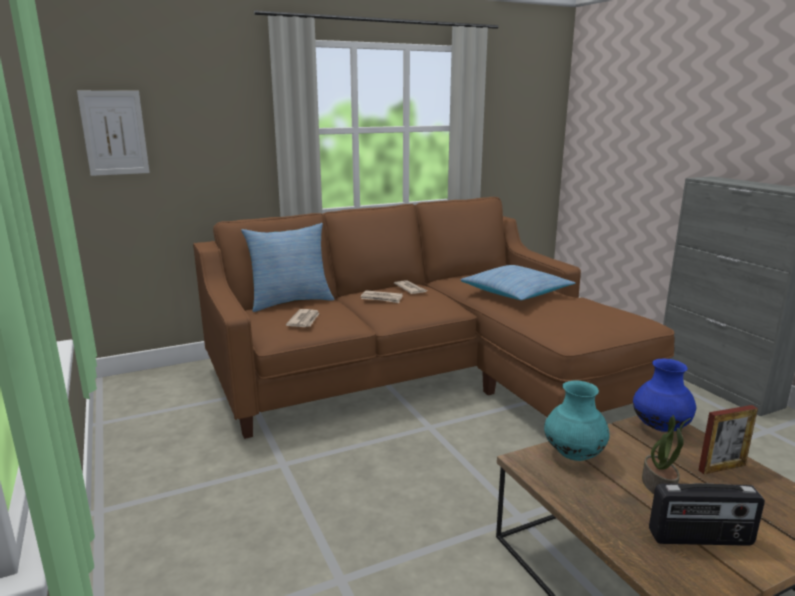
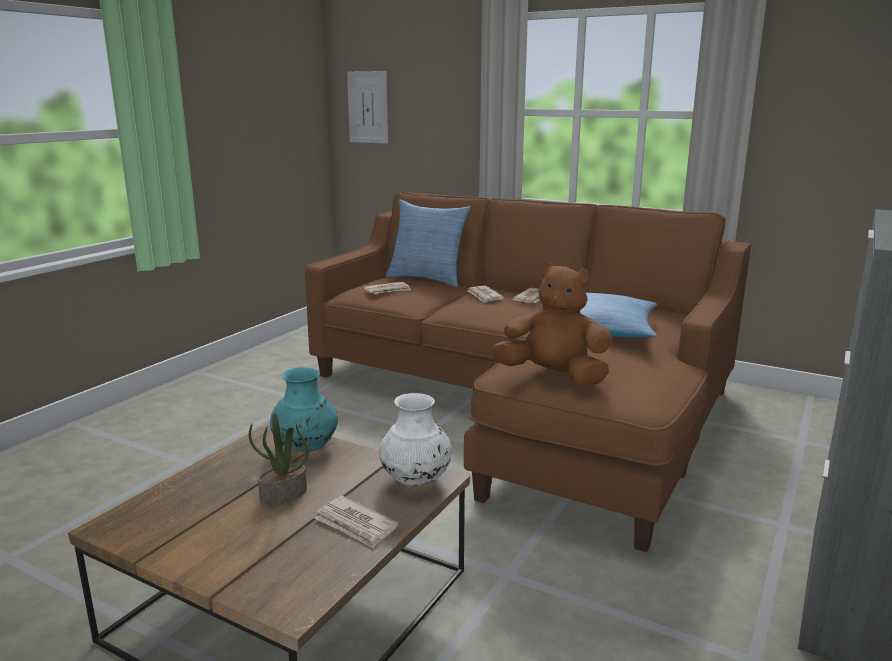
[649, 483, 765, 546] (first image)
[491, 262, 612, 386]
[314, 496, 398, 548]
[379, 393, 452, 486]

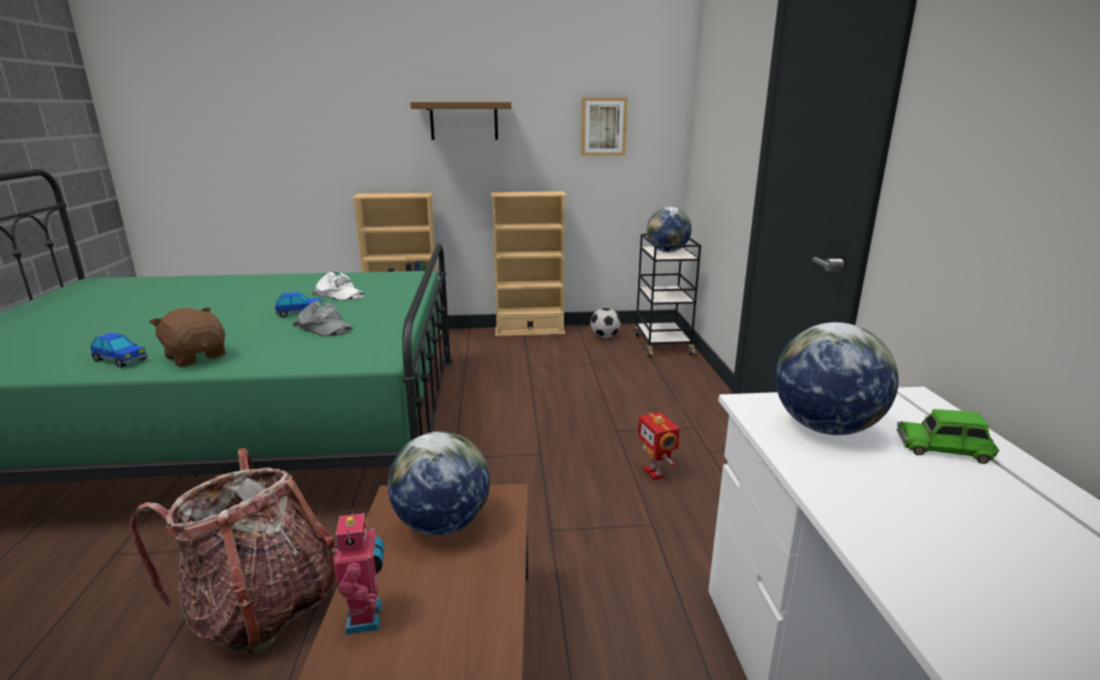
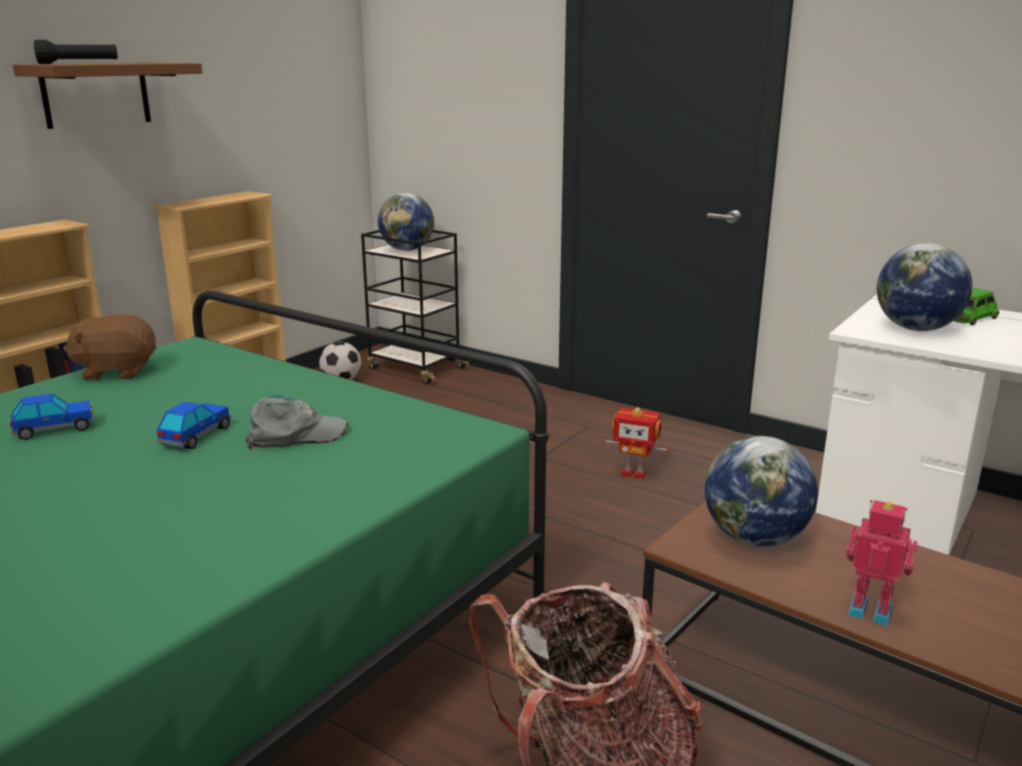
[311, 272, 365, 301] (first image)
[581, 98, 628, 156] (first image)
[34, 40, 118, 64]
[10, 393, 95, 440]
[63, 315, 156, 380]

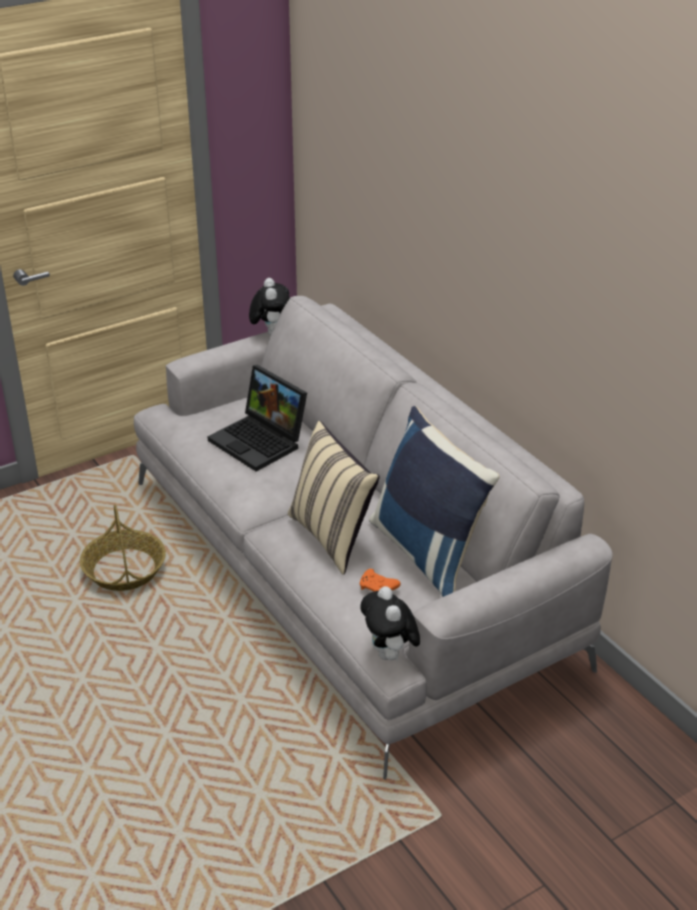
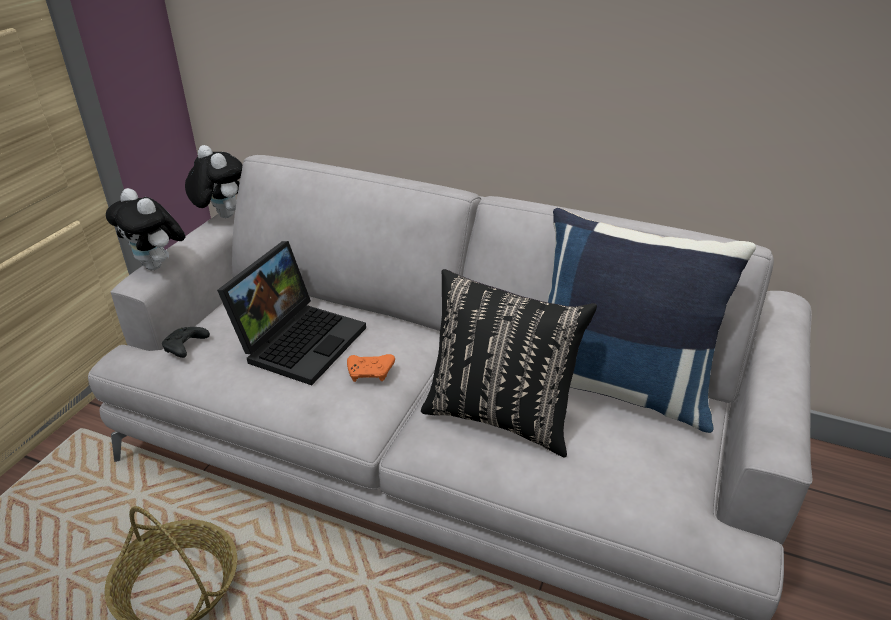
[162, 327, 210, 358]
[347, 354, 395, 382]
[106, 188, 185, 270]
[421, 269, 597, 458]
[217, 241, 366, 385]

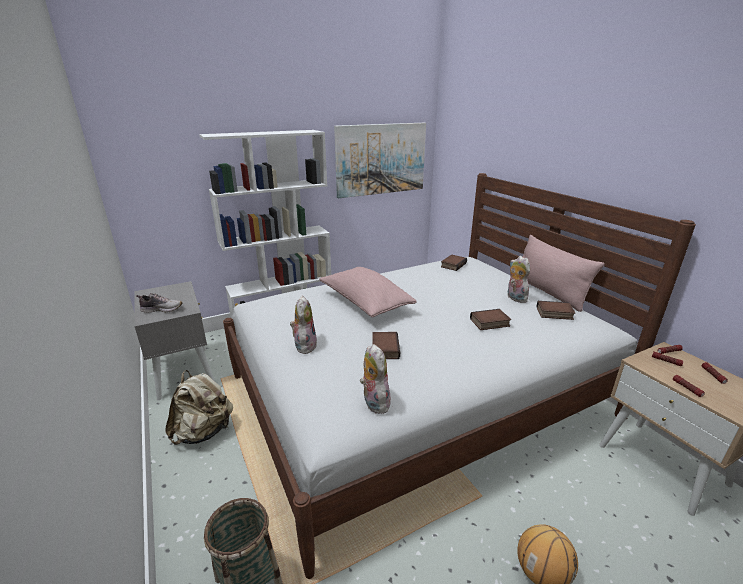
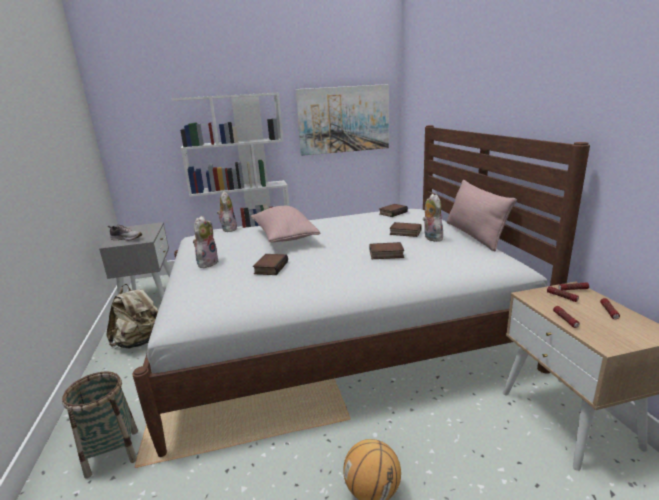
[217, 191, 238, 232]
[389, 222, 422, 237]

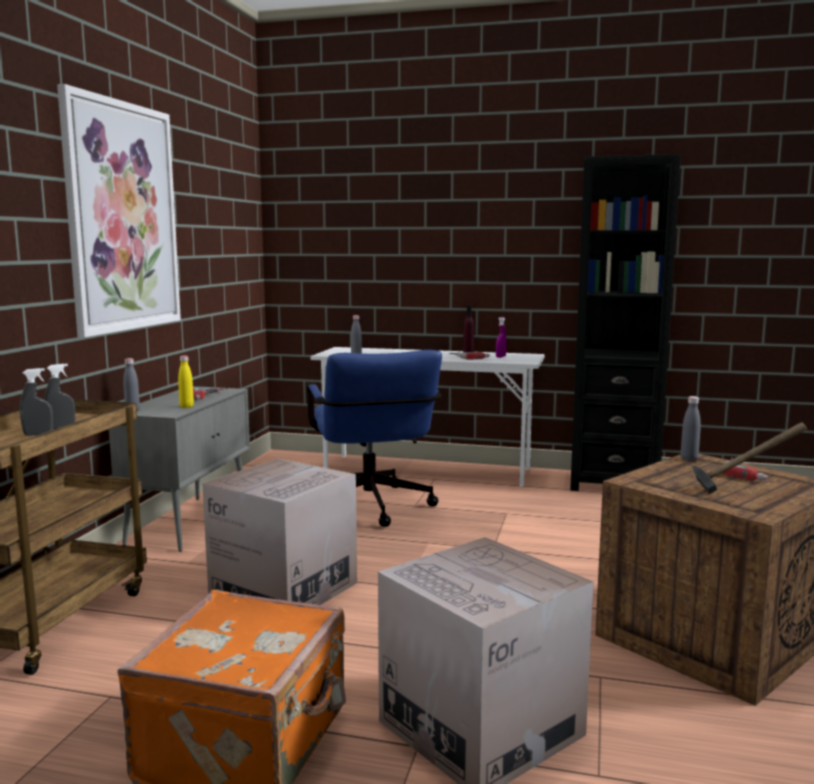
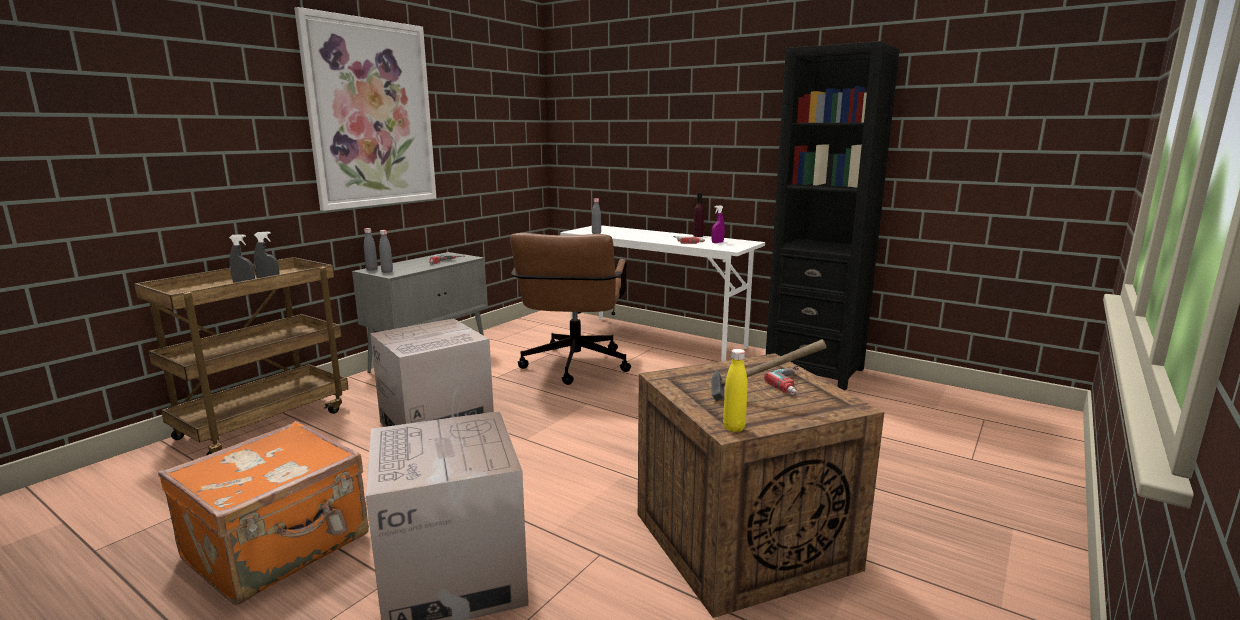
[723, 349, 748, 432]
[379, 230, 393, 273]
[510, 233, 631, 385]

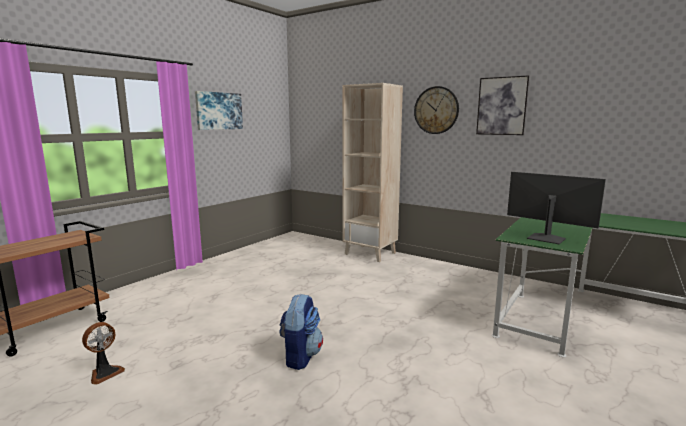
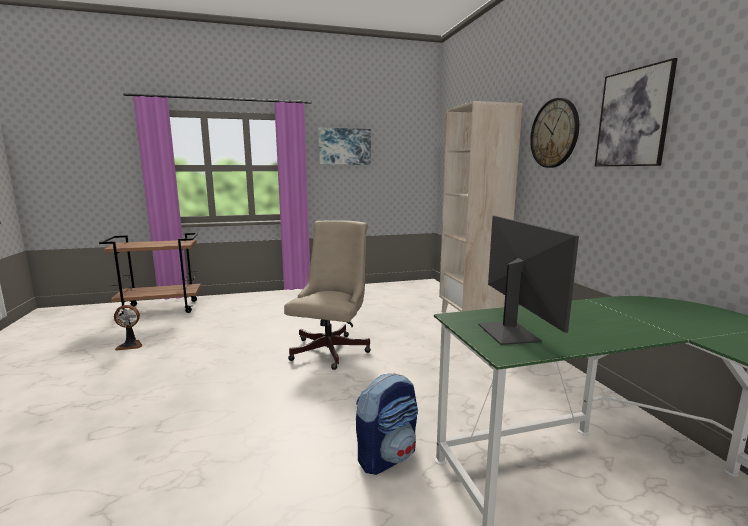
[284, 220, 371, 370]
[356, 373, 418, 475]

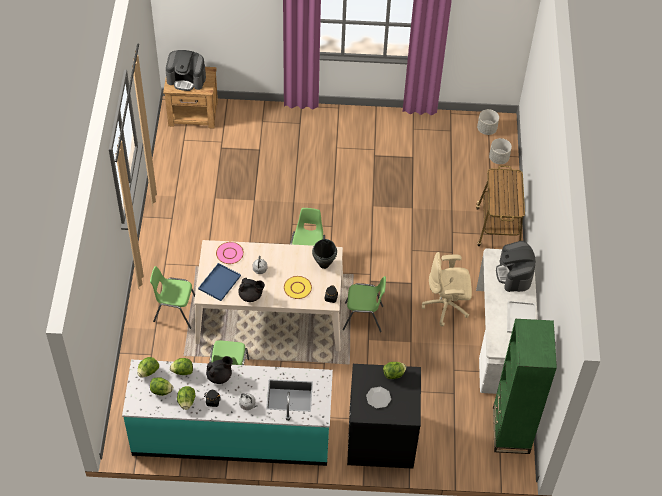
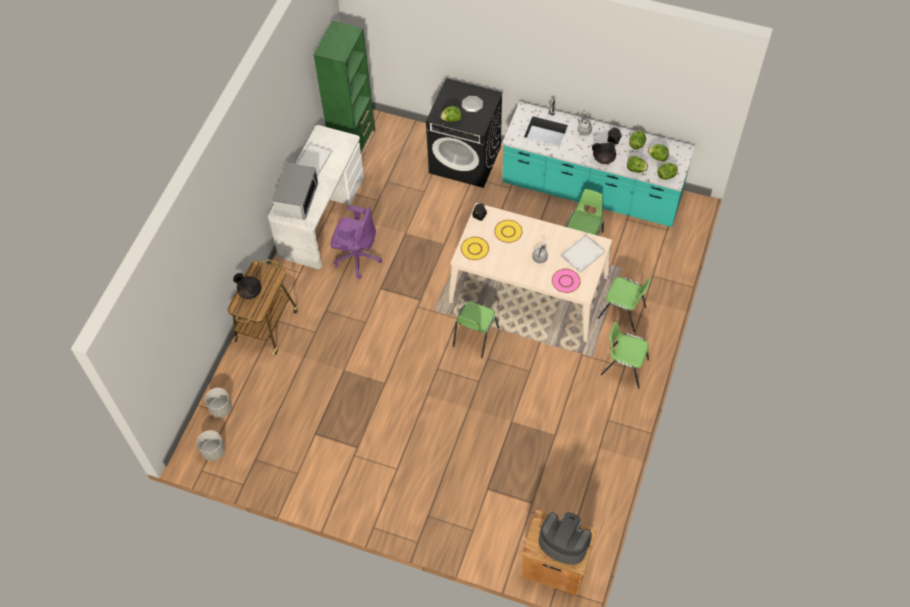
[233, 273, 261, 299]
[601, 322, 649, 389]
[461, 237, 489, 260]
[272, 163, 318, 220]
[561, 234, 606, 273]
[331, 205, 382, 279]

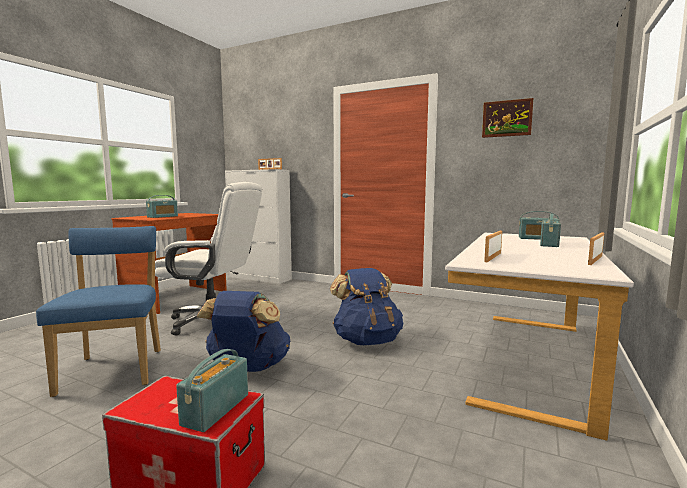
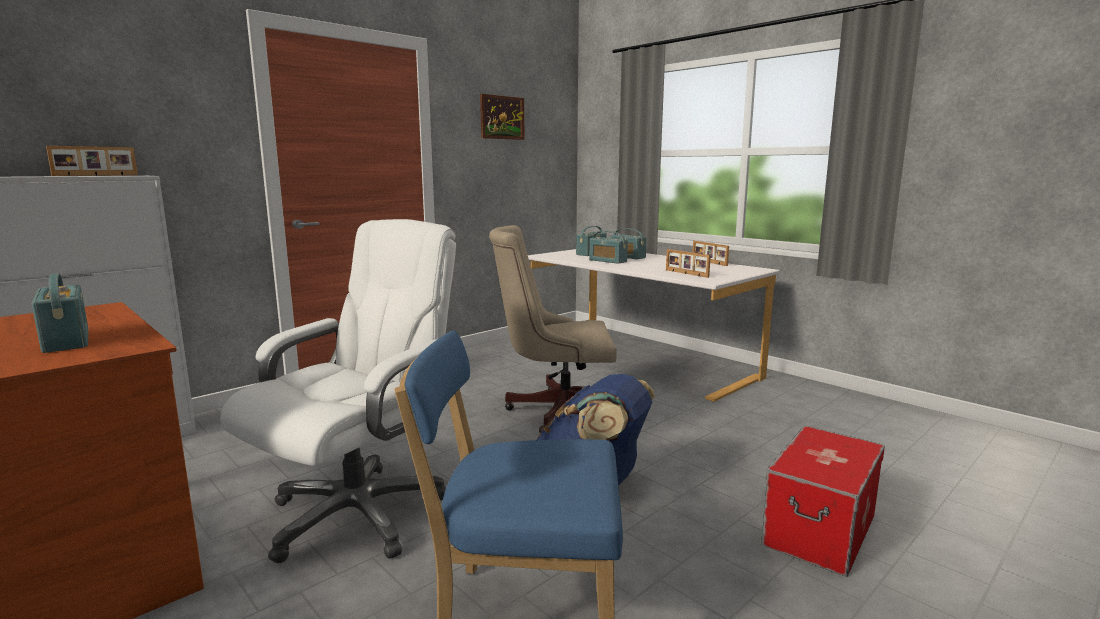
[589, 231, 628, 264]
[489, 225, 617, 433]

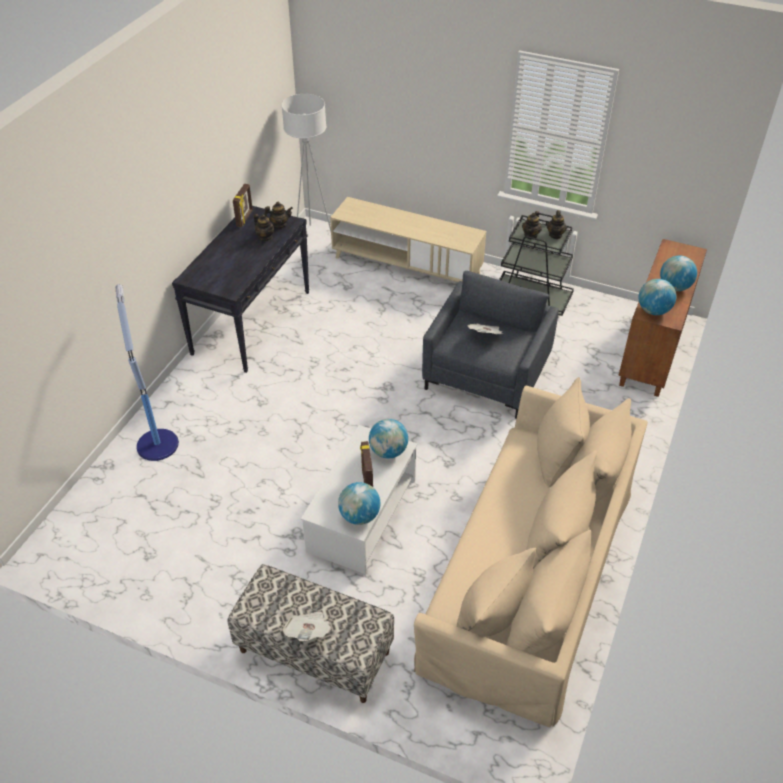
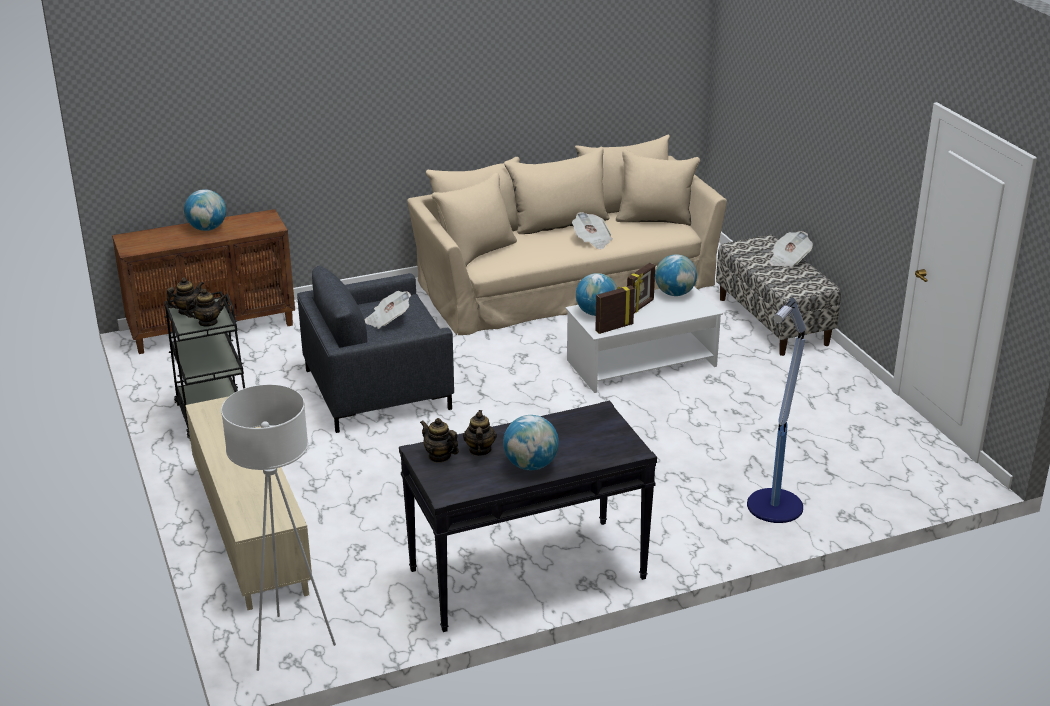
[572, 212, 613, 250]
[595, 285, 635, 334]
[503, 415, 559, 470]

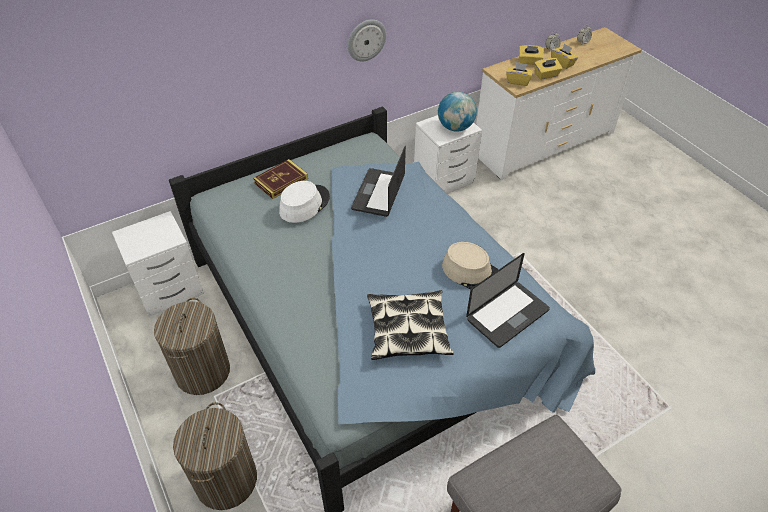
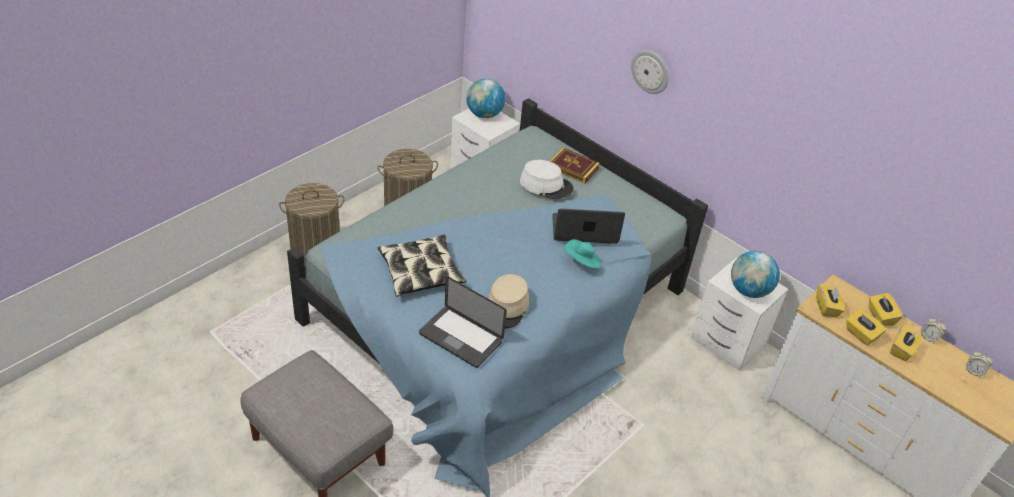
[466, 79, 505, 118]
[564, 239, 602, 269]
[631, 50, 669, 94]

